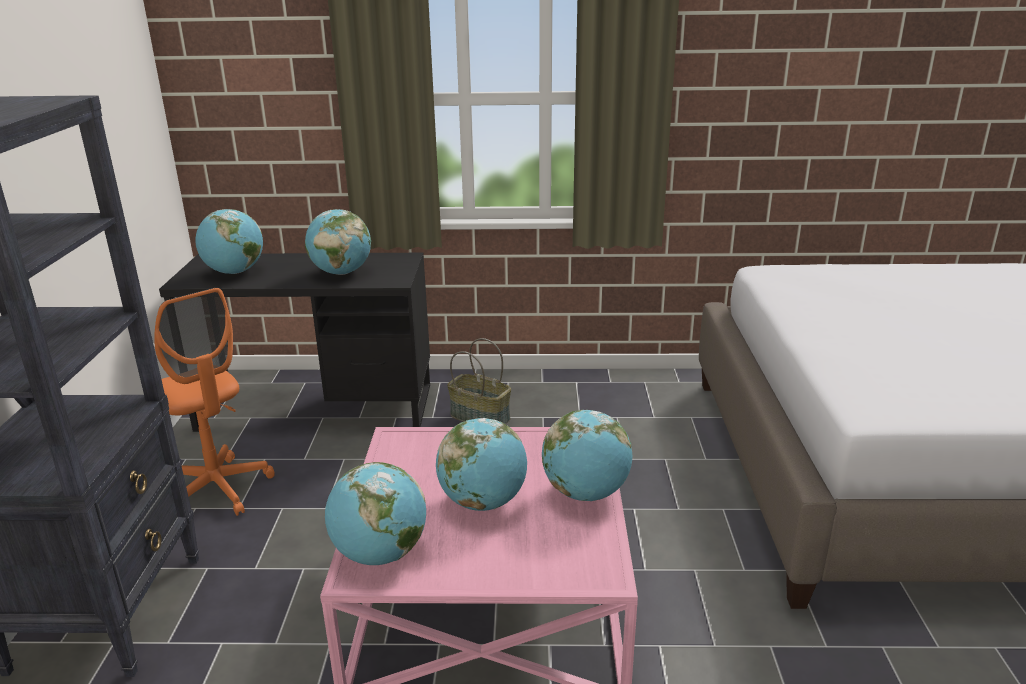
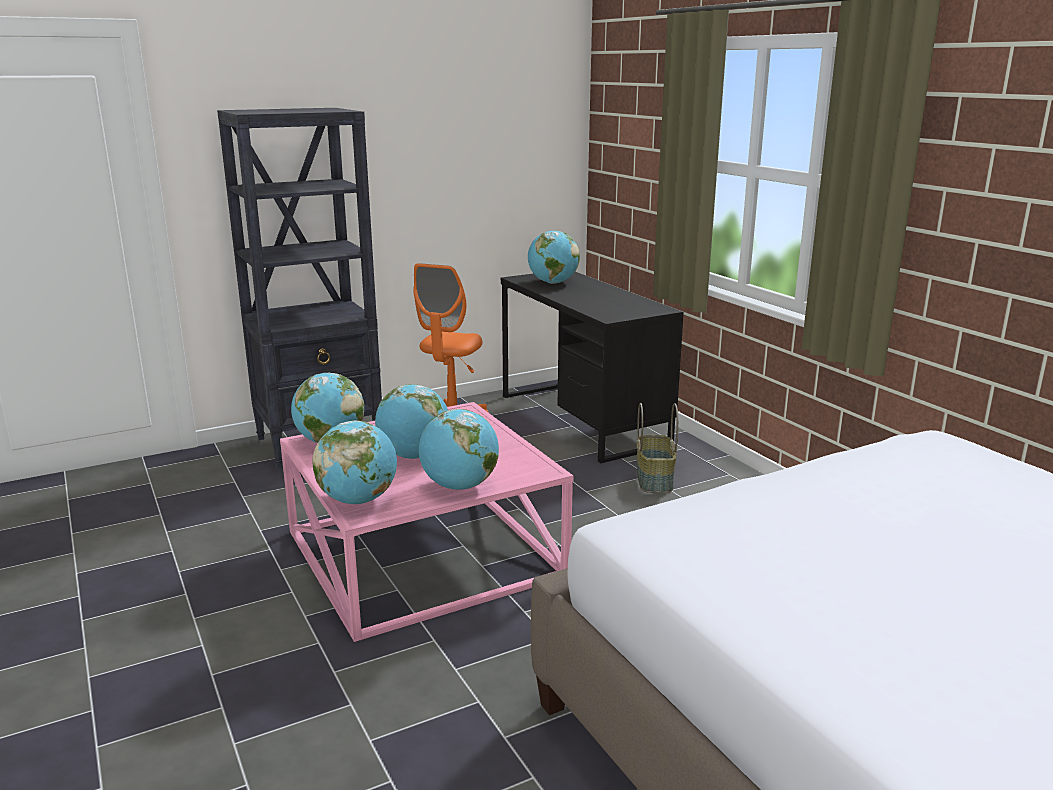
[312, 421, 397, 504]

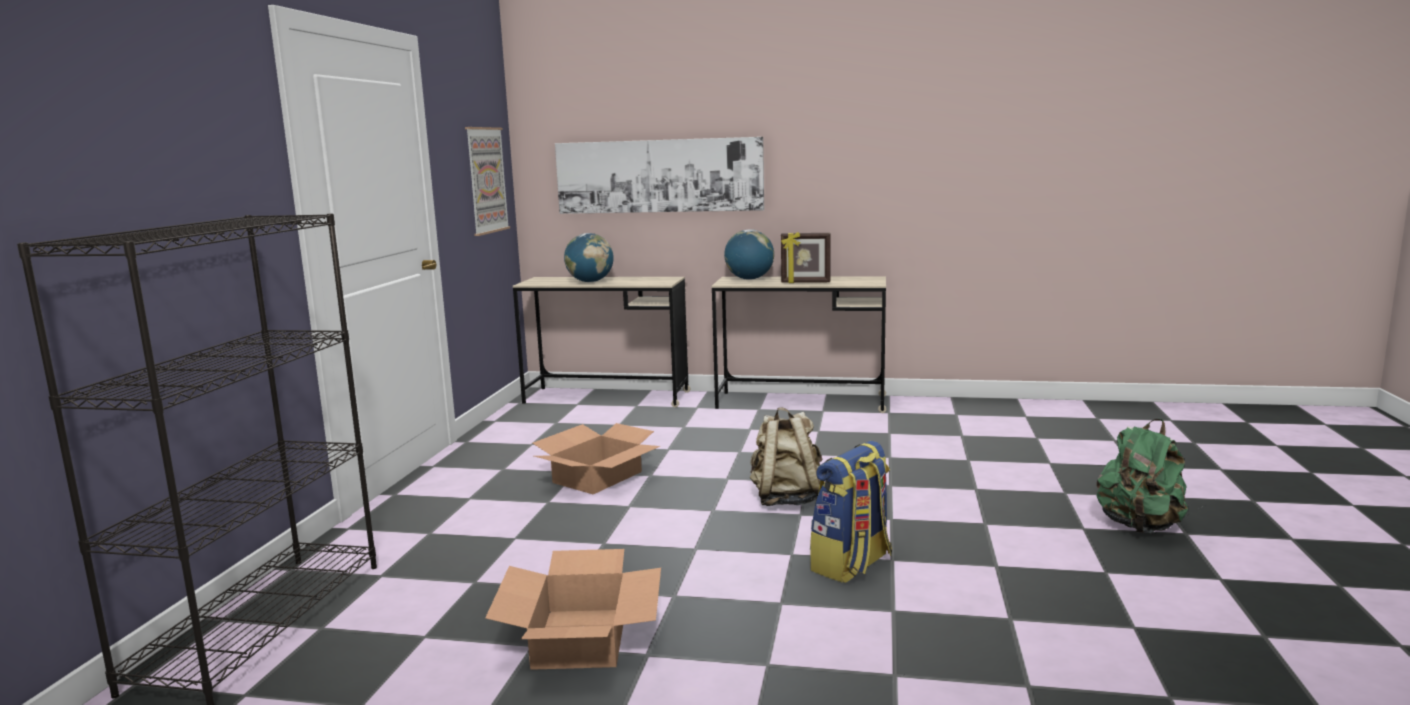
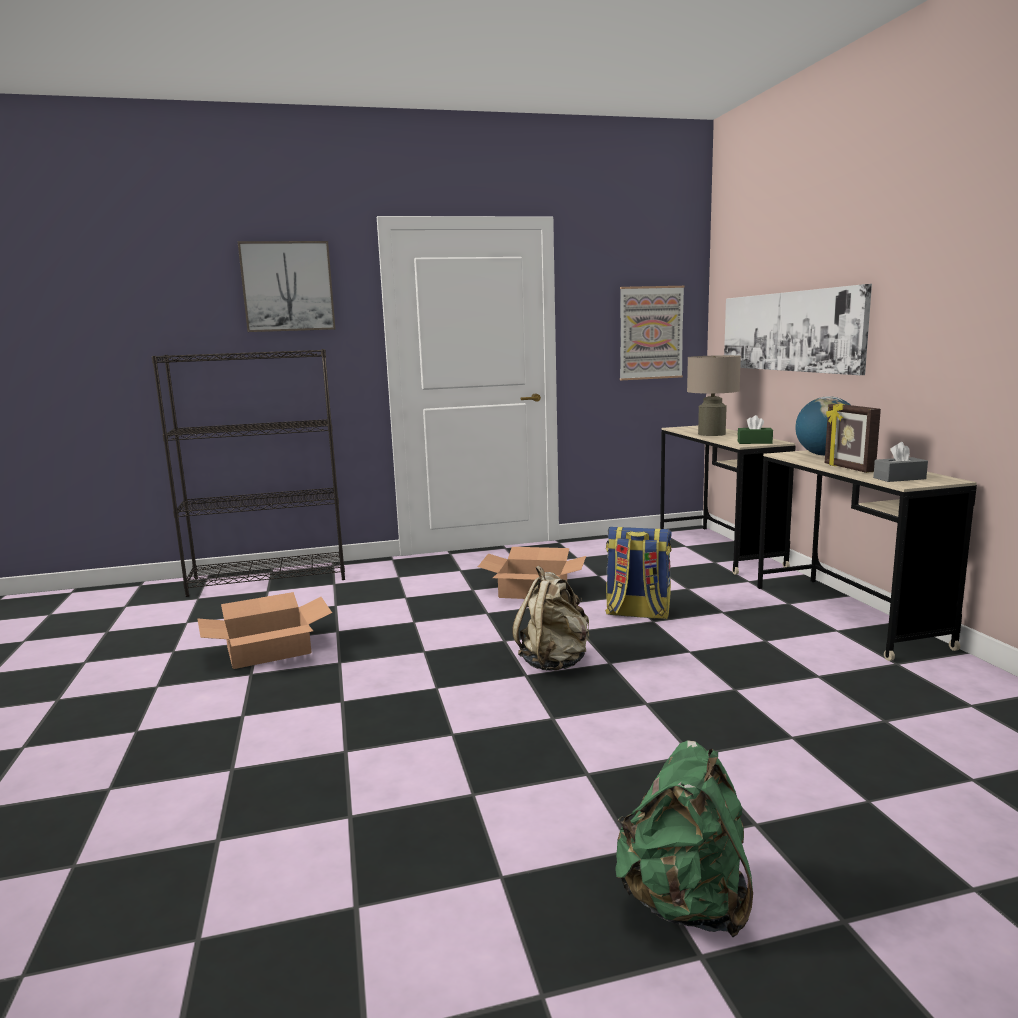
[238, 241, 335, 332]
[738, 415, 773, 444]
[873, 442, 928, 482]
[605, 527, 671, 619]
[687, 355, 741, 436]

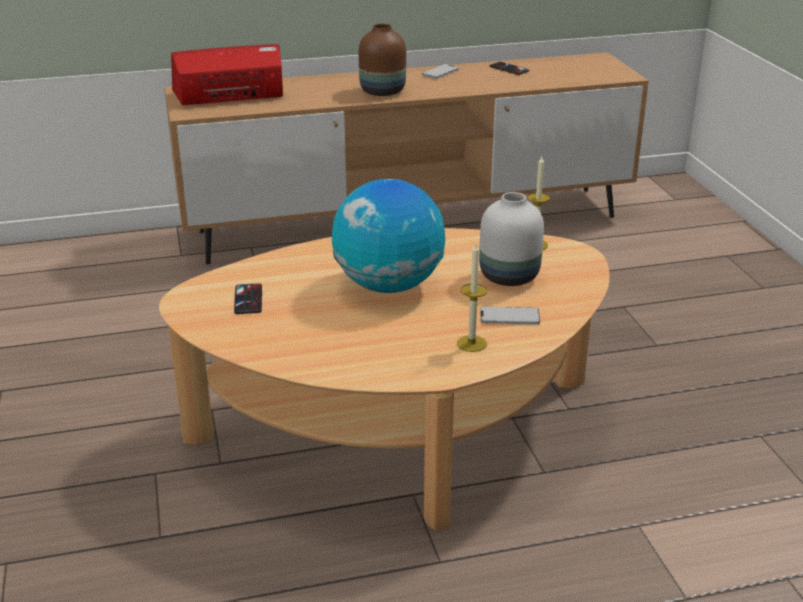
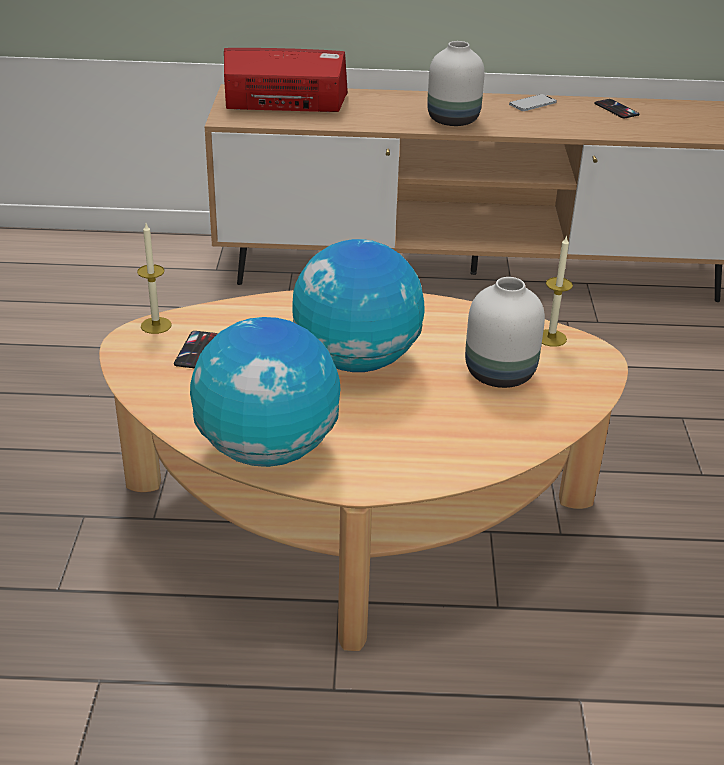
[480, 306, 540, 325] (first image)
[190, 317, 340, 467]
[137, 223, 172, 334]
[427, 41, 485, 126]

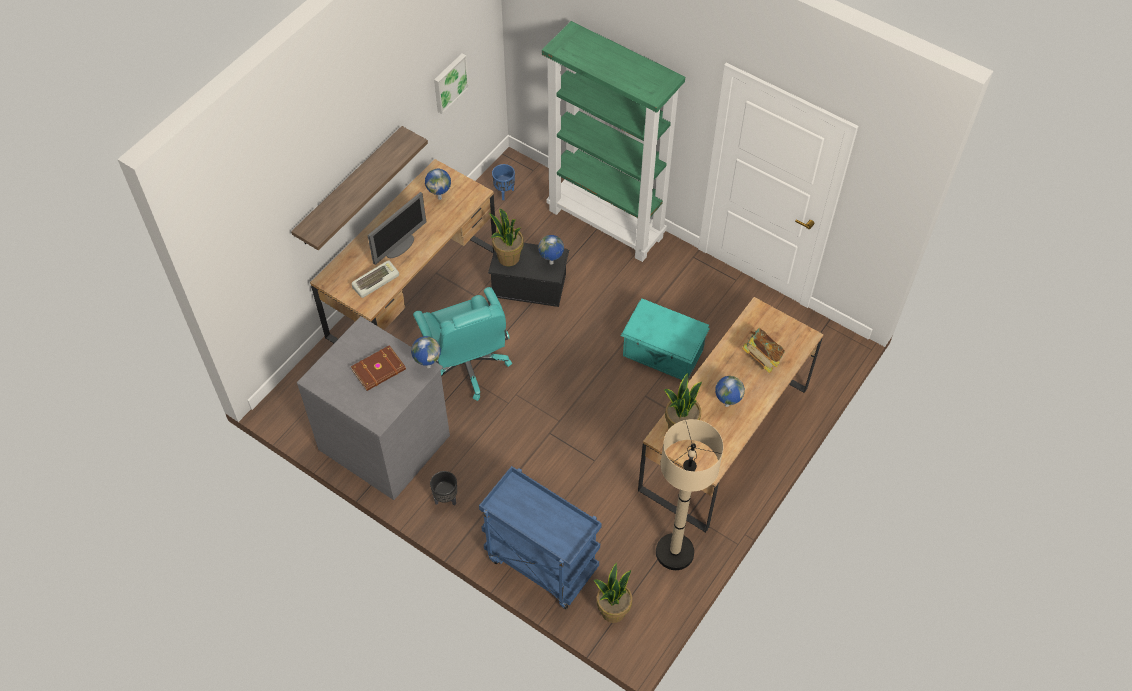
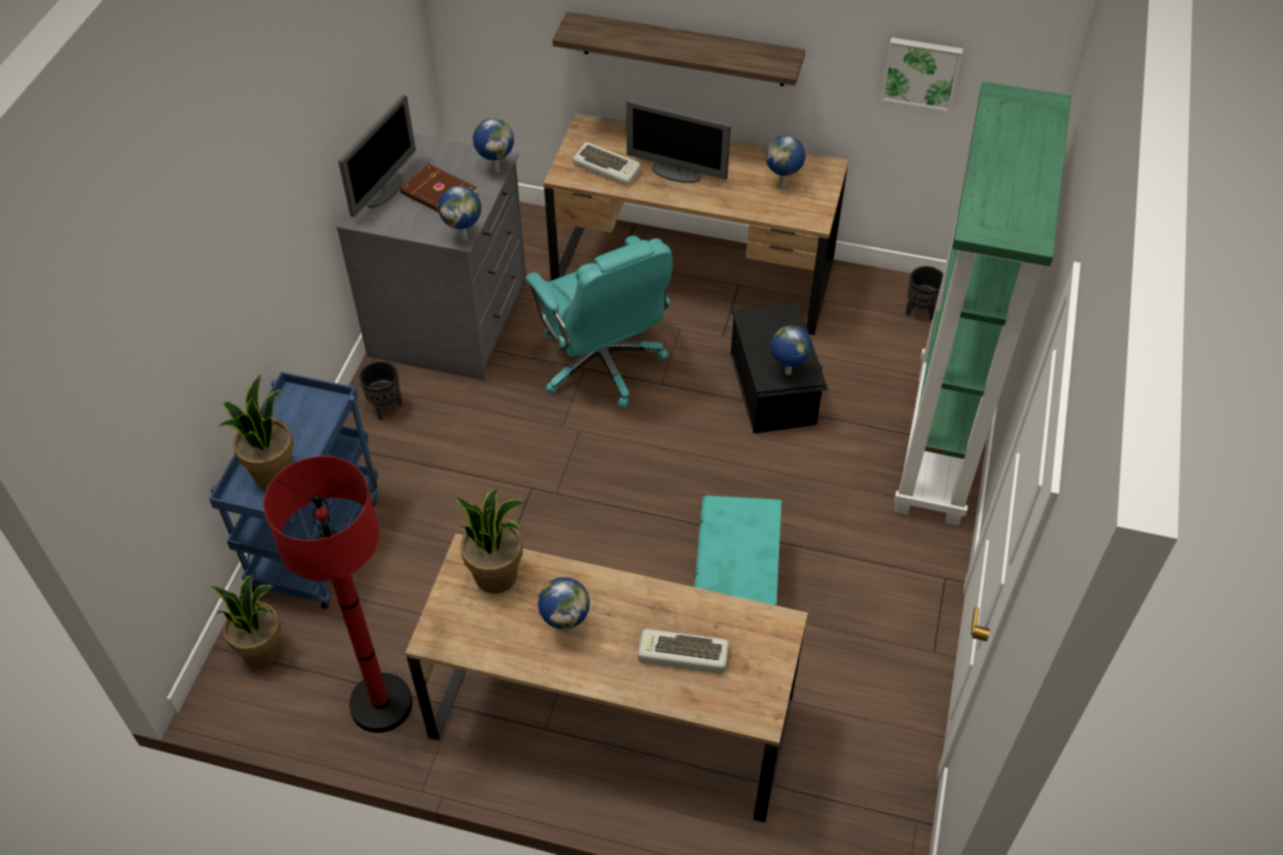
[338, 95, 416, 217]
[473, 118, 514, 172]
[219, 375, 294, 489]
[638, 629, 729, 674]
[906, 266, 943, 321]
[263, 456, 413, 733]
[526, 236, 673, 408]

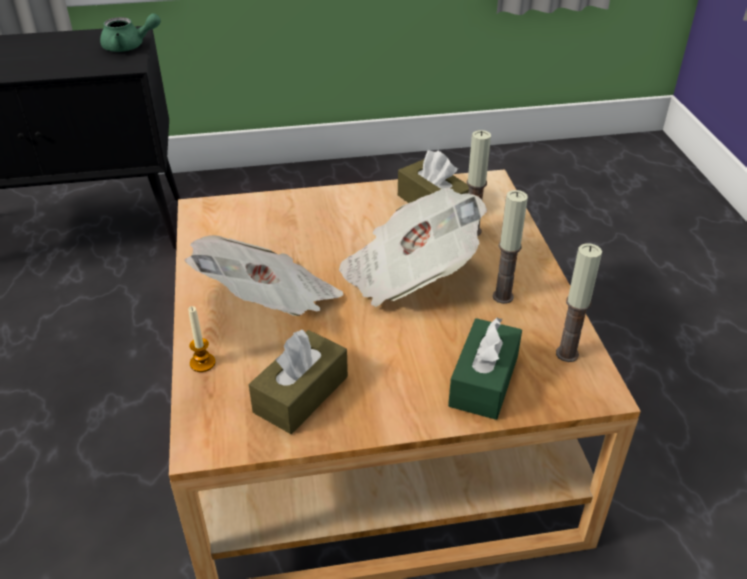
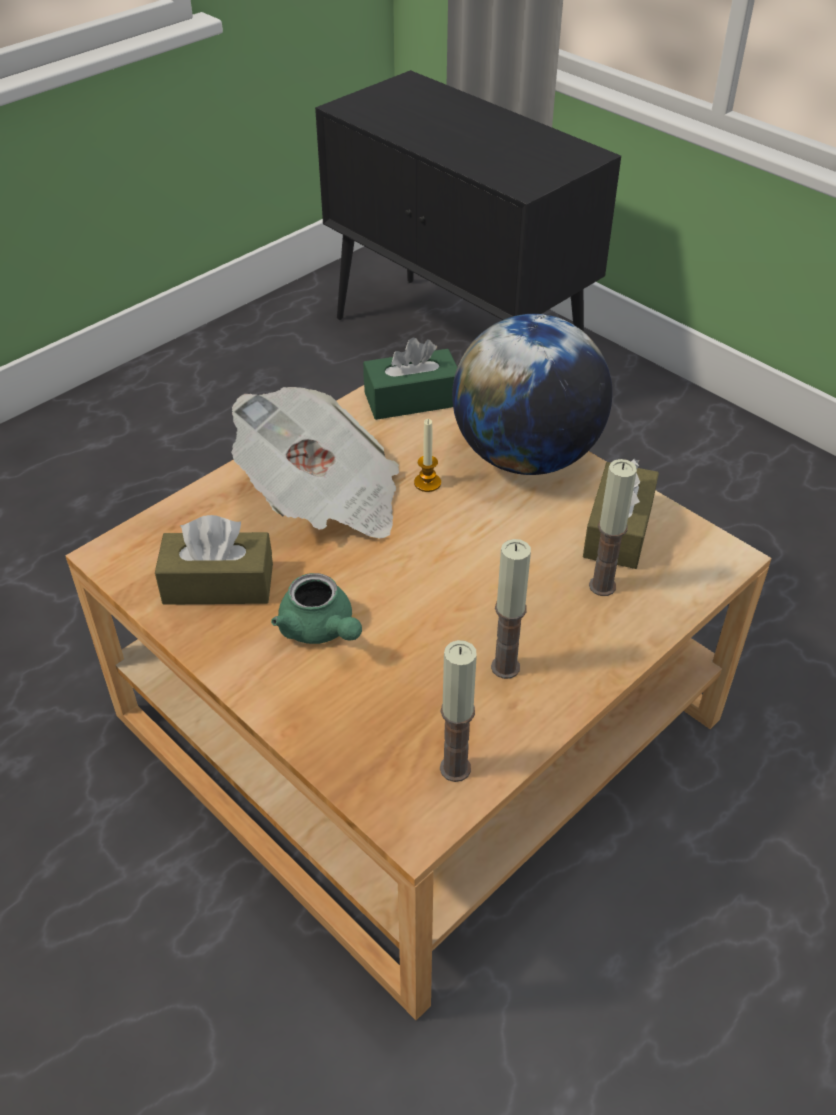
[339, 188, 487, 307] (first image)
[452, 314, 612, 475]
[271, 573, 362, 644]
[414, 419, 441, 492]
[363, 338, 457, 420]

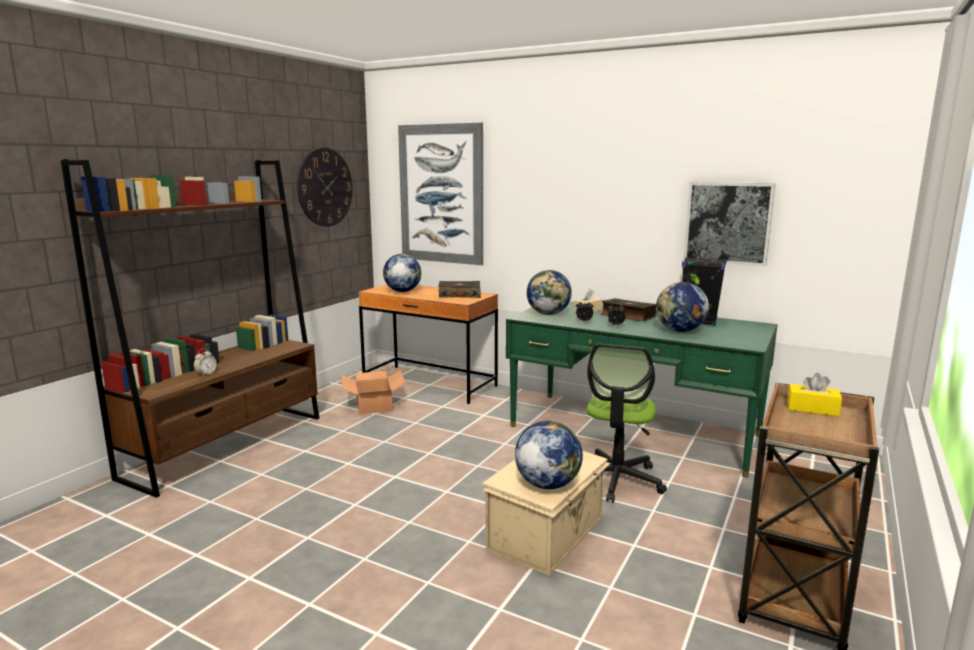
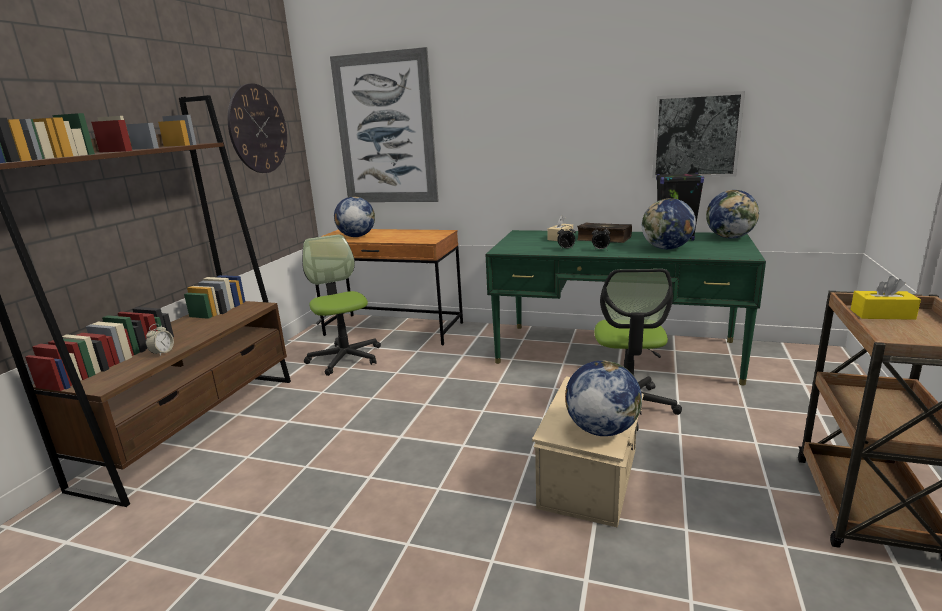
[439, 281, 481, 298] (first image)
[706, 190, 759, 239]
[302, 234, 381, 376]

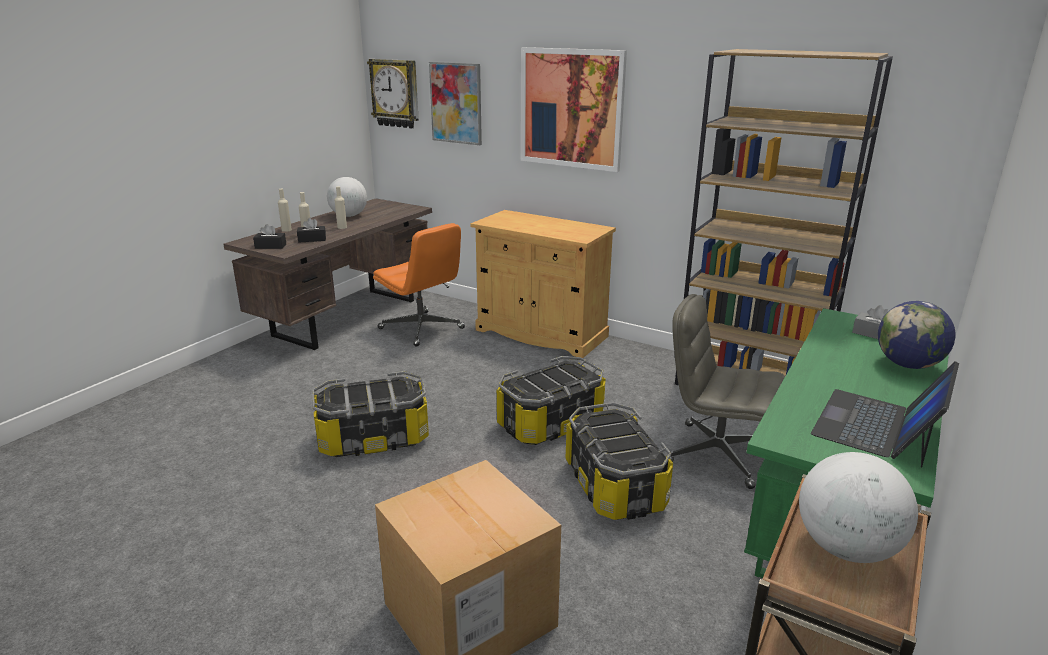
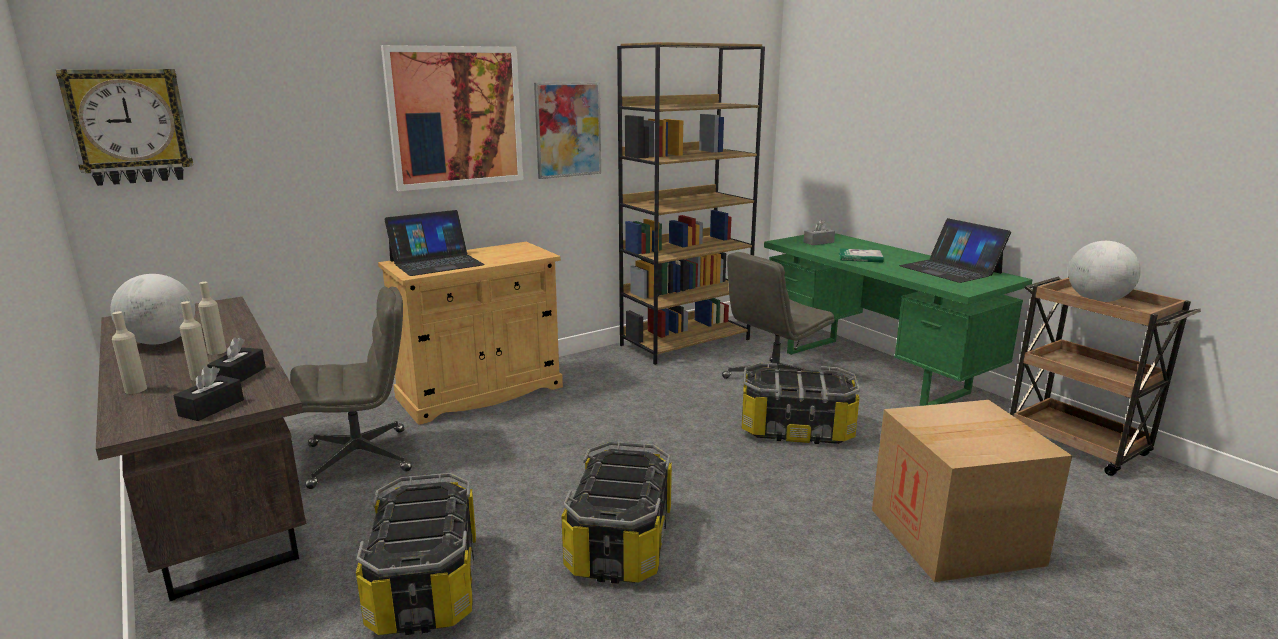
[878, 301, 956, 369] (first image)
[384, 210, 485, 276]
[839, 248, 884, 263]
[534, 82, 601, 179]
[356, 473, 476, 635]
[290, 287, 412, 489]

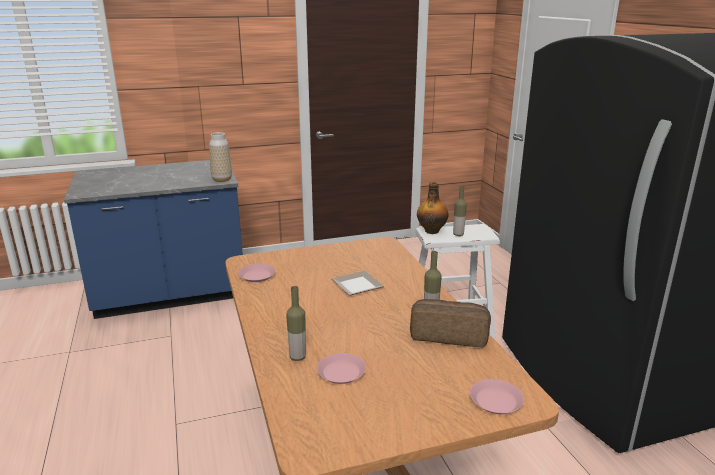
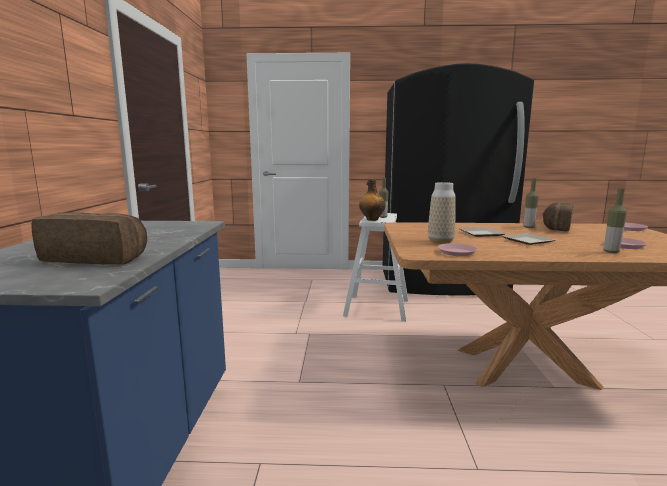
[31, 213, 147, 264]
[502, 233, 556, 245]
[428, 182, 456, 244]

